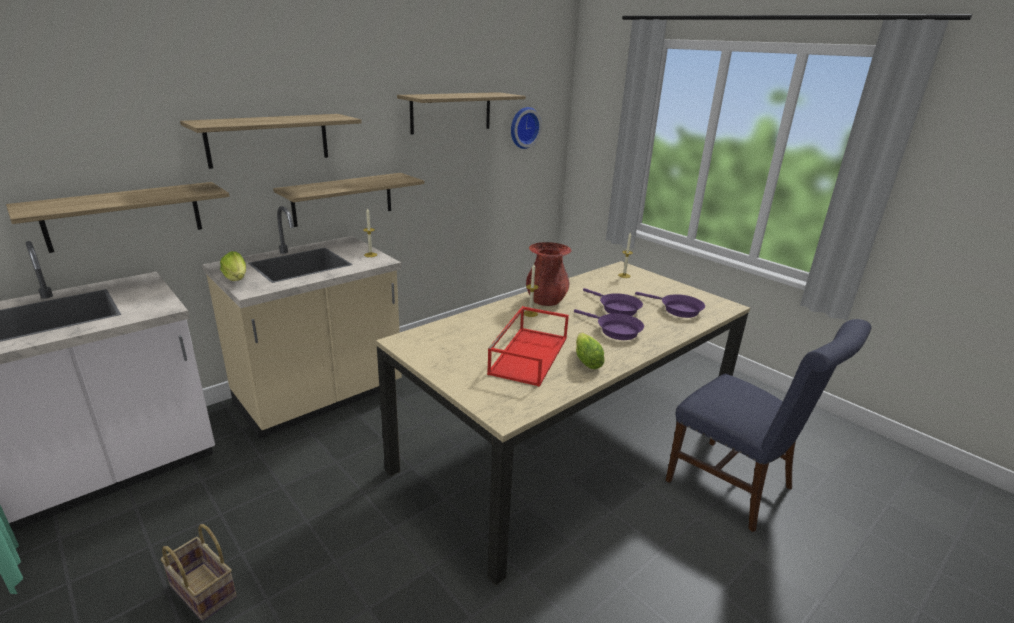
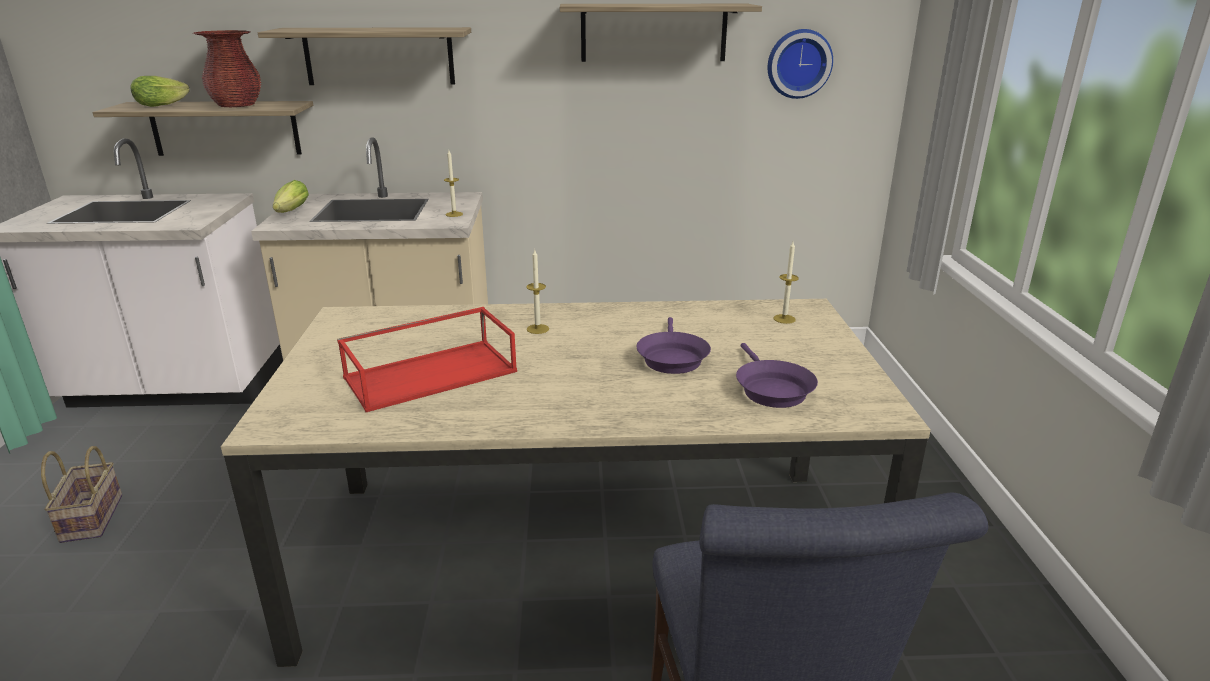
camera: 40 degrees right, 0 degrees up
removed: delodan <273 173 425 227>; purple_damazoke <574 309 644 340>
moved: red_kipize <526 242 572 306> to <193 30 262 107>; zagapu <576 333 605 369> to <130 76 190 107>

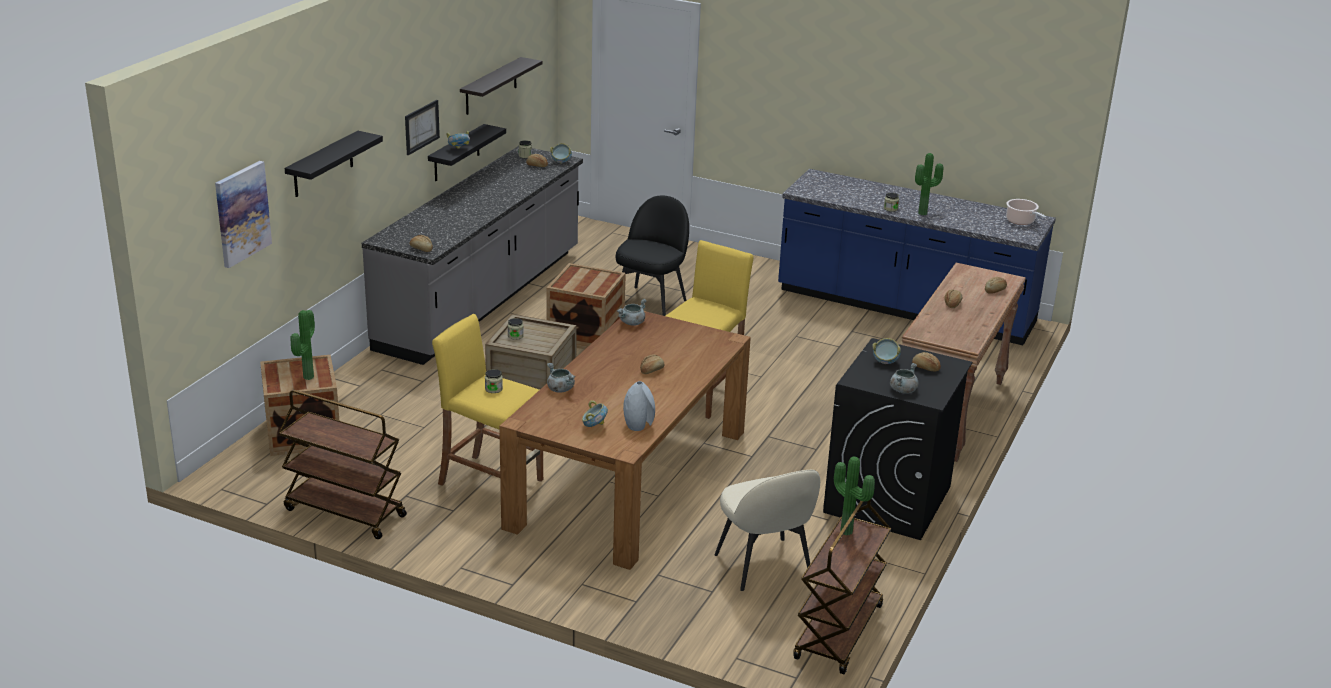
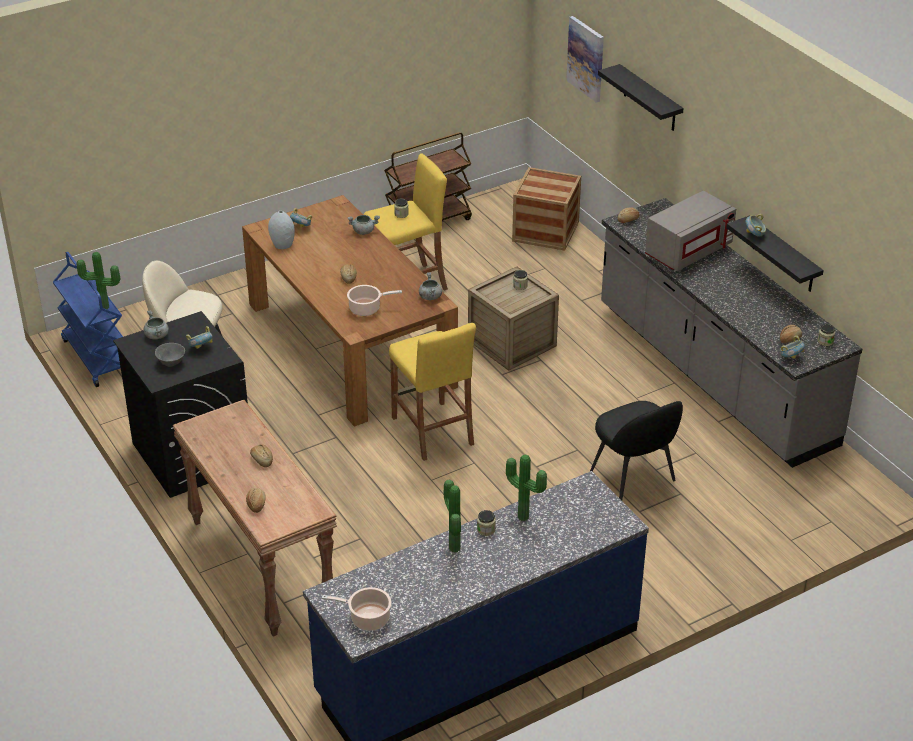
camera: 125 degrees right, 10 degrees up
removed: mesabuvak <405 100 440 155>; delodan <460 57 543 115>; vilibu <547 263 626 349>
added: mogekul <347 285 402 316>; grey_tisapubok <645 191 736 271>
moved: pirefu <290 310 315 380> to <506 455 547 521>
replaced: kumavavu <912 352 941 371> to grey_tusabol <155 343 185 367>
recoloured: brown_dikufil <793 500 891 674> to blue_dikufil <53 252 123 387>

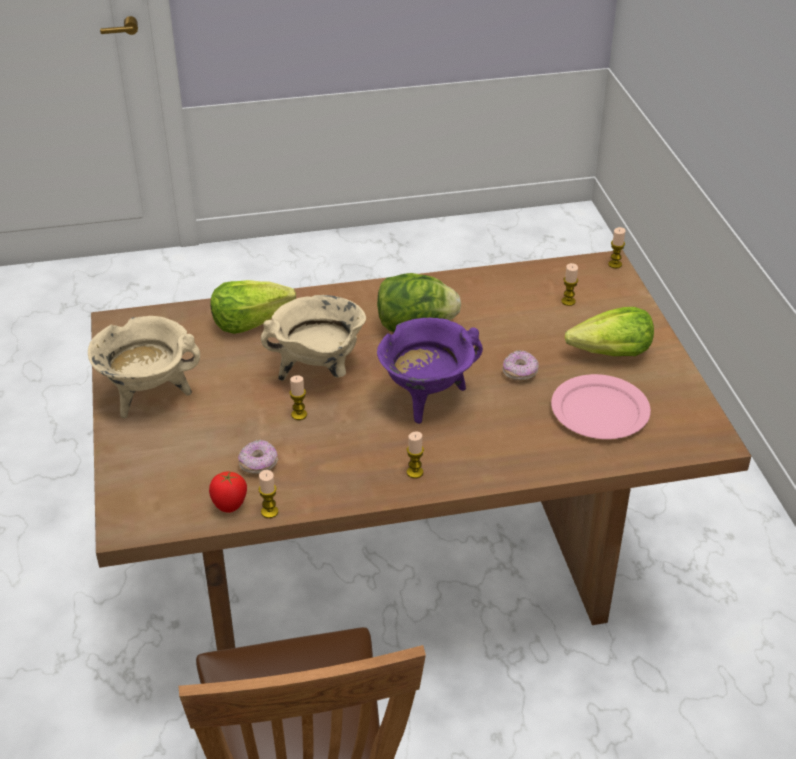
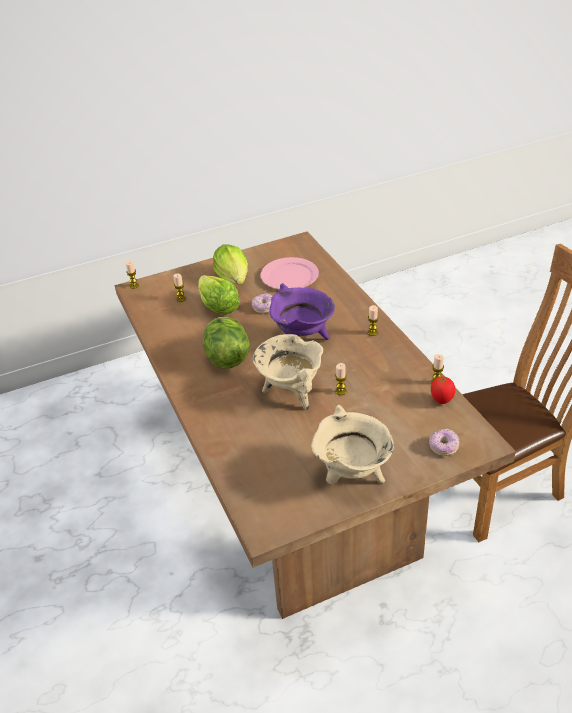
camera: 100 degrees left, 0 degrees up
moved: zagapu <210 280 296 334> to <198 275 240 315>; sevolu <238 440 278 474> to <429 429 459 456>

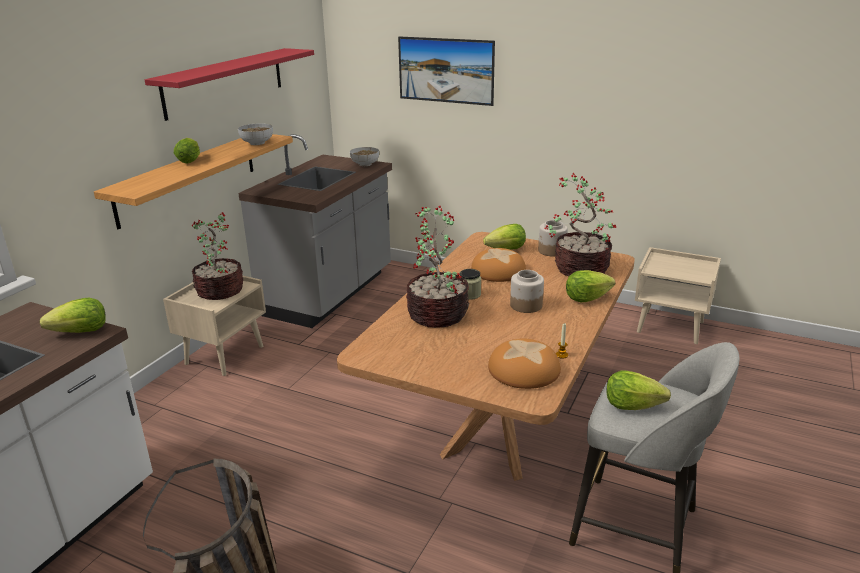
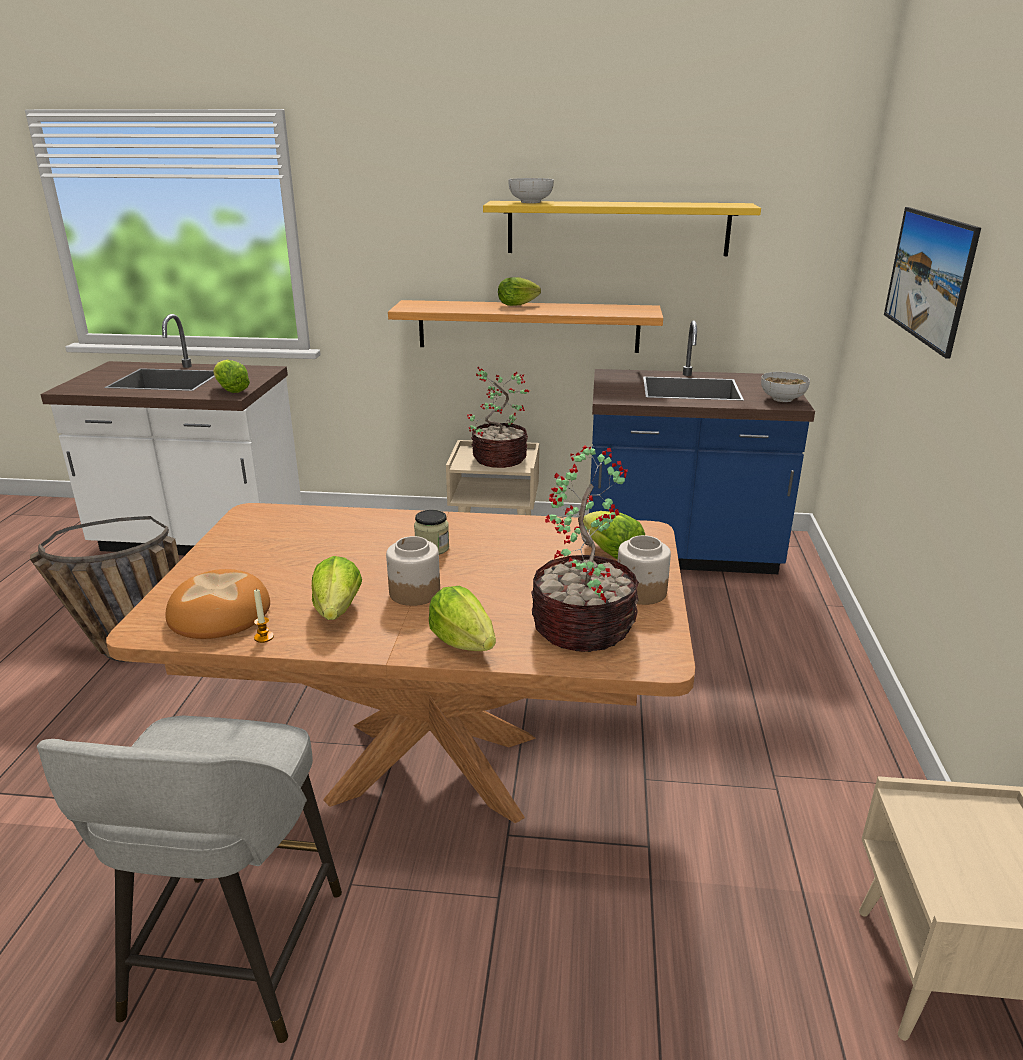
camera: 70 degrees right, 0 degrees up
removed: pirefu <406 206 469 328>; kumavavu <471 248 526 282>
moved: tusabol <238 123 273 145> to <508 178 554 203>; zagapu <606 370 671 410> to <312 556 362 620>
recoloured: red_delodan <145 48 314 121> to yellow_delodan <483 201 761 256>; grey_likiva <238 134 392 328> to blue_likiva <589 321 815 574>

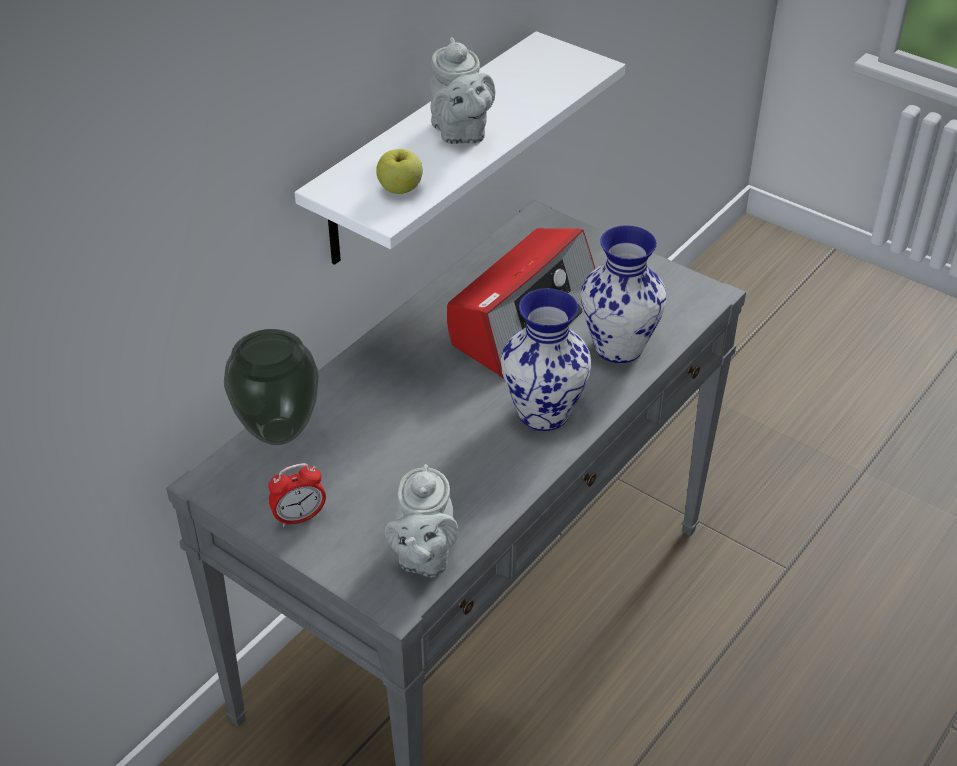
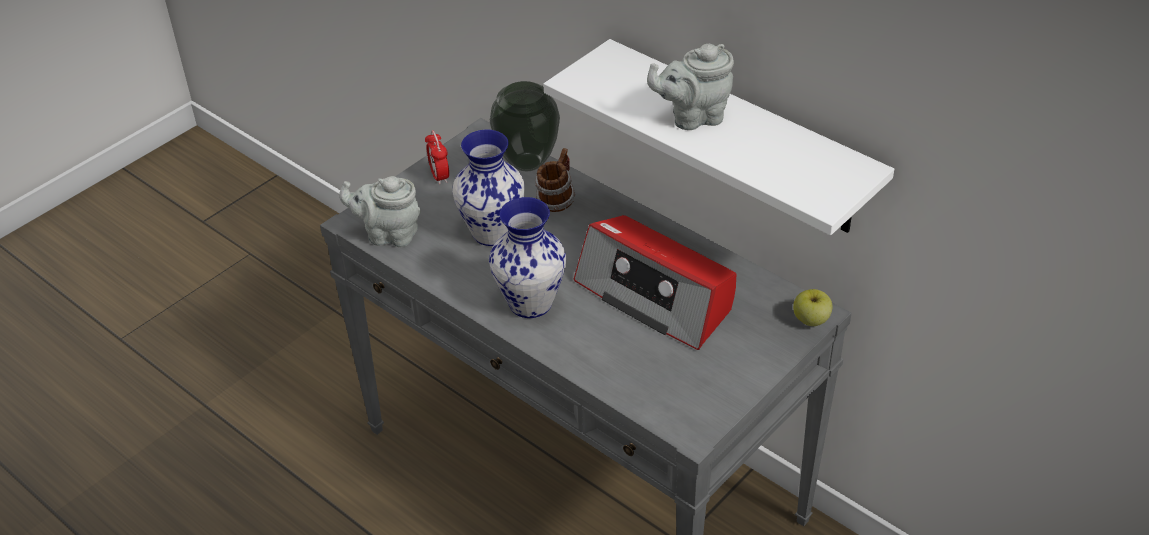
camera: 95 degrees right, 0 degrees up
added: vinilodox <535 148 576 212>
moved: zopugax <376 149 423 194> to <793 289 833 326>; kipize <581 225 667 363> to <452 130 525 246>

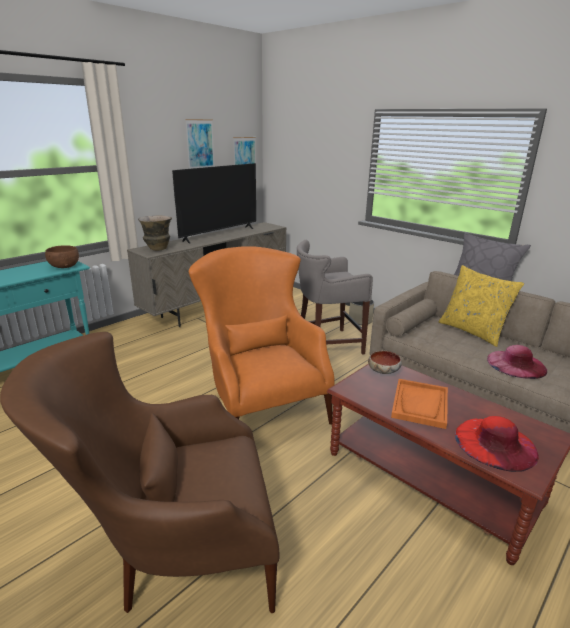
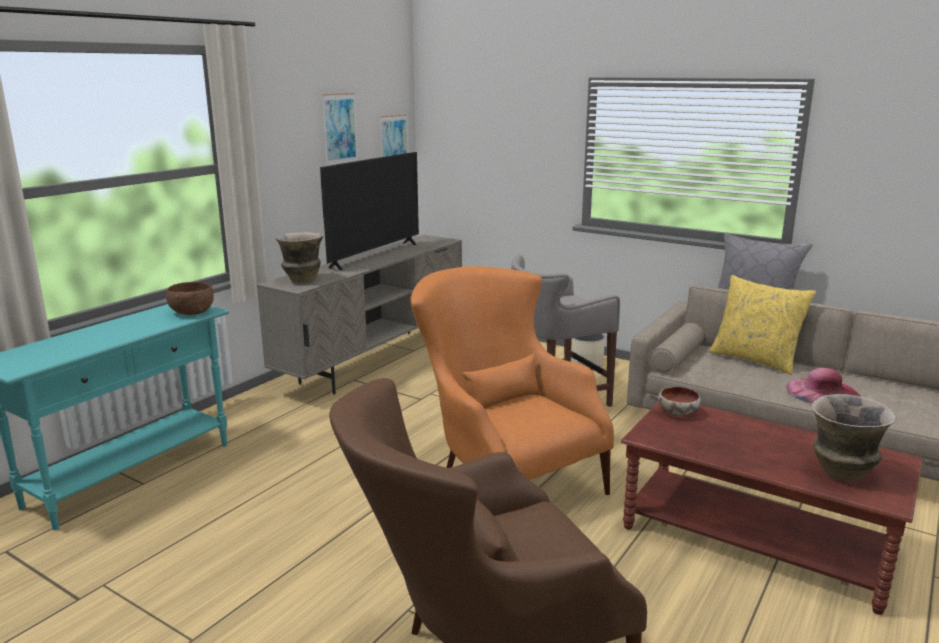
camera: 10 degrees left, 5 degrees down
removed: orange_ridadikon <391 379 448 429>
replaced: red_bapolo <455 416 539 472> to kipize <812 394 896 481>

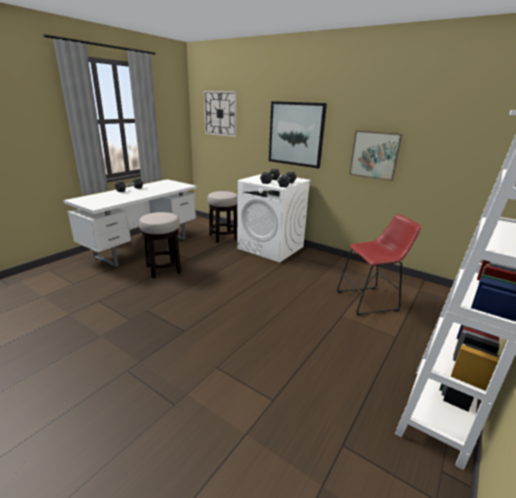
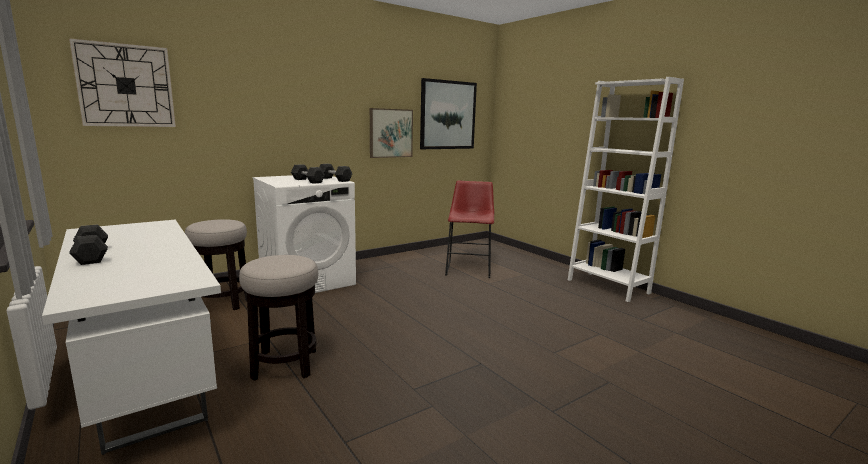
camera: 70 degrees left, 10 degrees down
moved: mesabuvak <269 101 327 168> to <420 78 477 149>

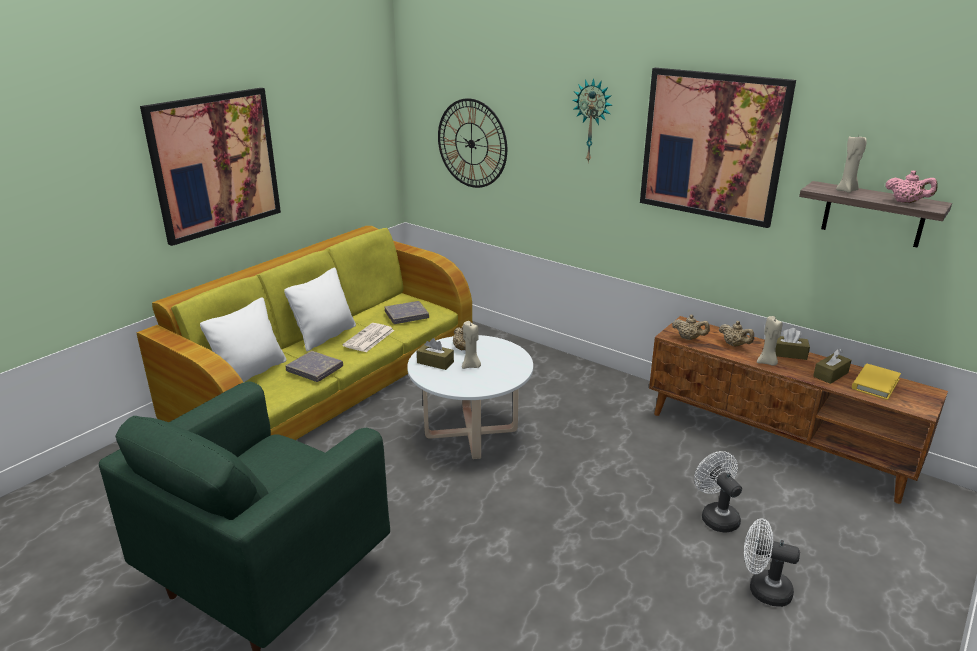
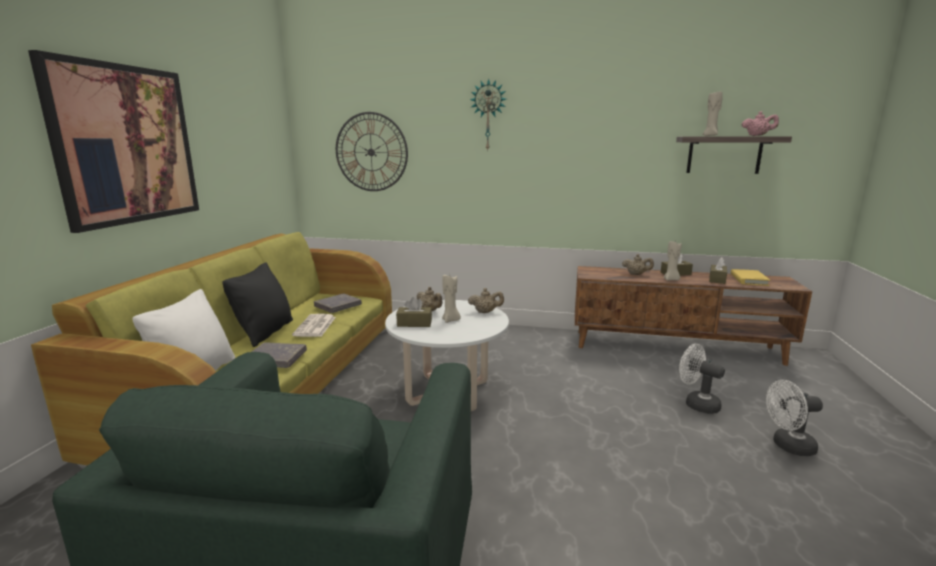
camera: 25 degrees left, 10 degrees down
removed: mesabuvak <640 68 796 228>
moved: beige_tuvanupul <672 315 710 340> to <468 288 504 313>
recoloured: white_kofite <284 268 356 352> to black_kofite <223 262 293 347>

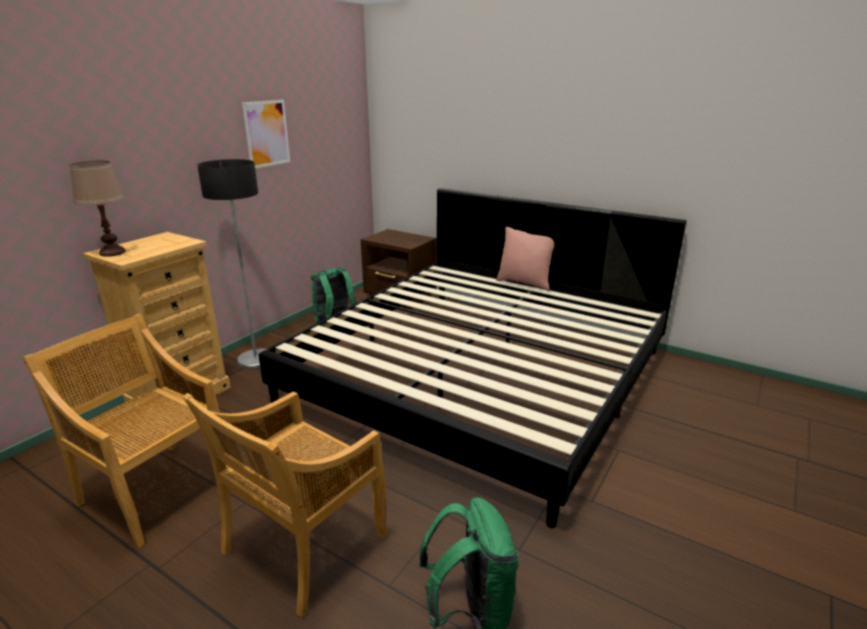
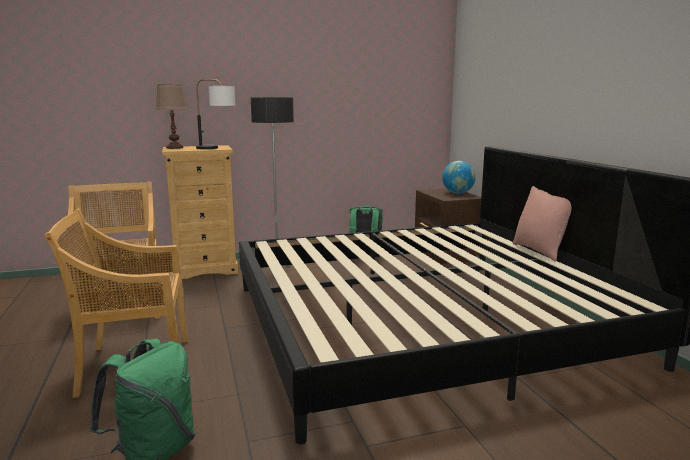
camera: 40 degrees right, 10 degrees down
removed: mesabuvak <242 100 290 168>
added: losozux <196 79 236 149>; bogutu <442 161 476 194>

